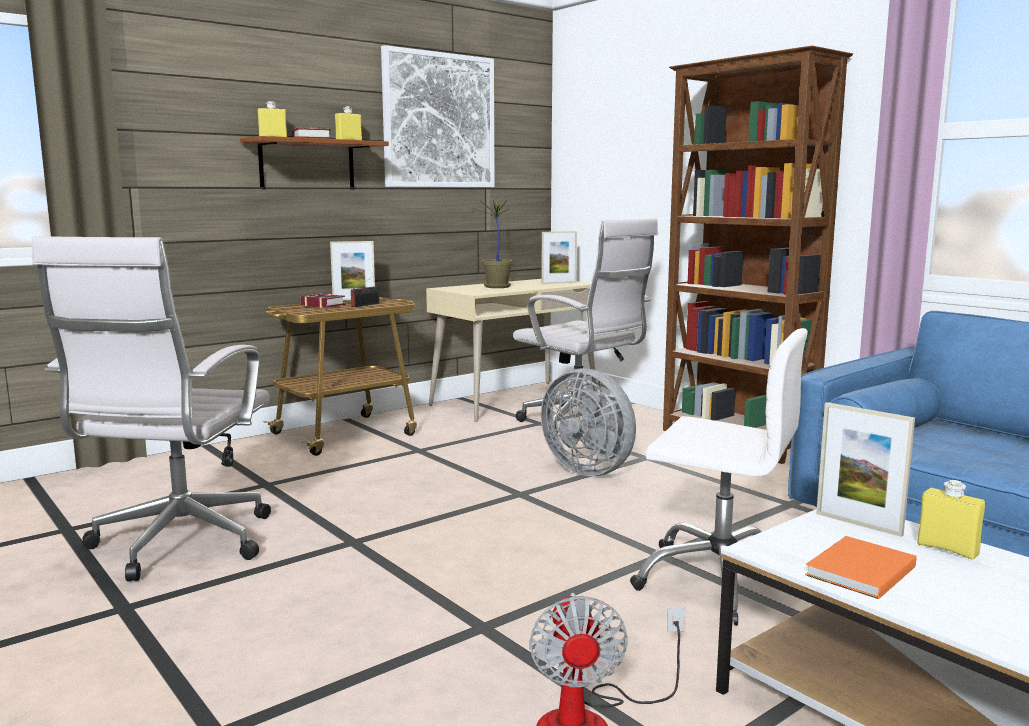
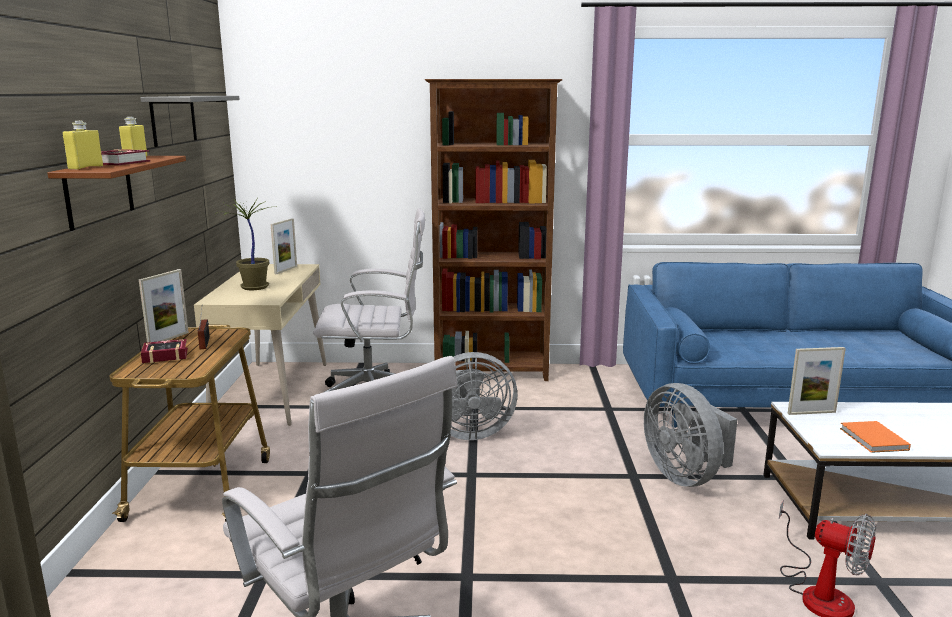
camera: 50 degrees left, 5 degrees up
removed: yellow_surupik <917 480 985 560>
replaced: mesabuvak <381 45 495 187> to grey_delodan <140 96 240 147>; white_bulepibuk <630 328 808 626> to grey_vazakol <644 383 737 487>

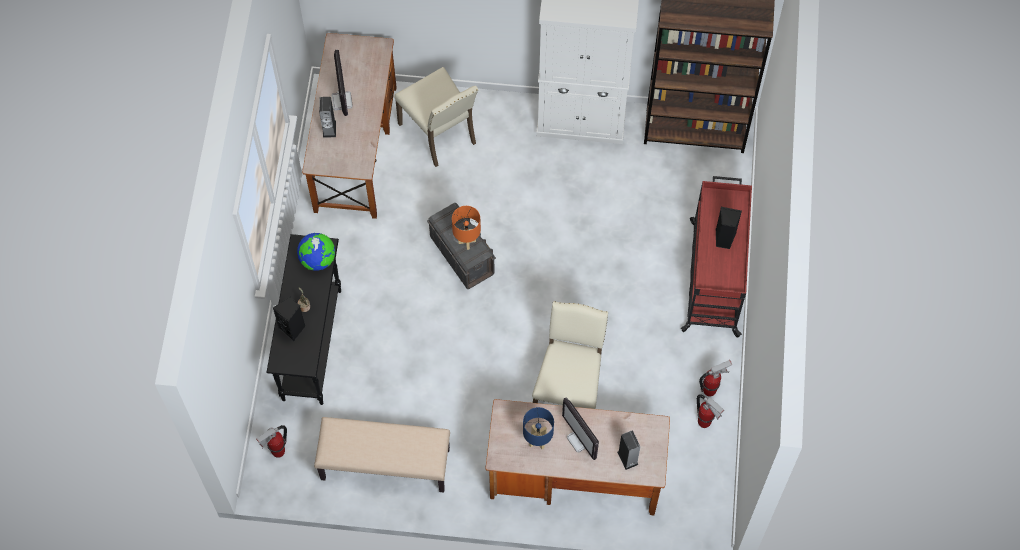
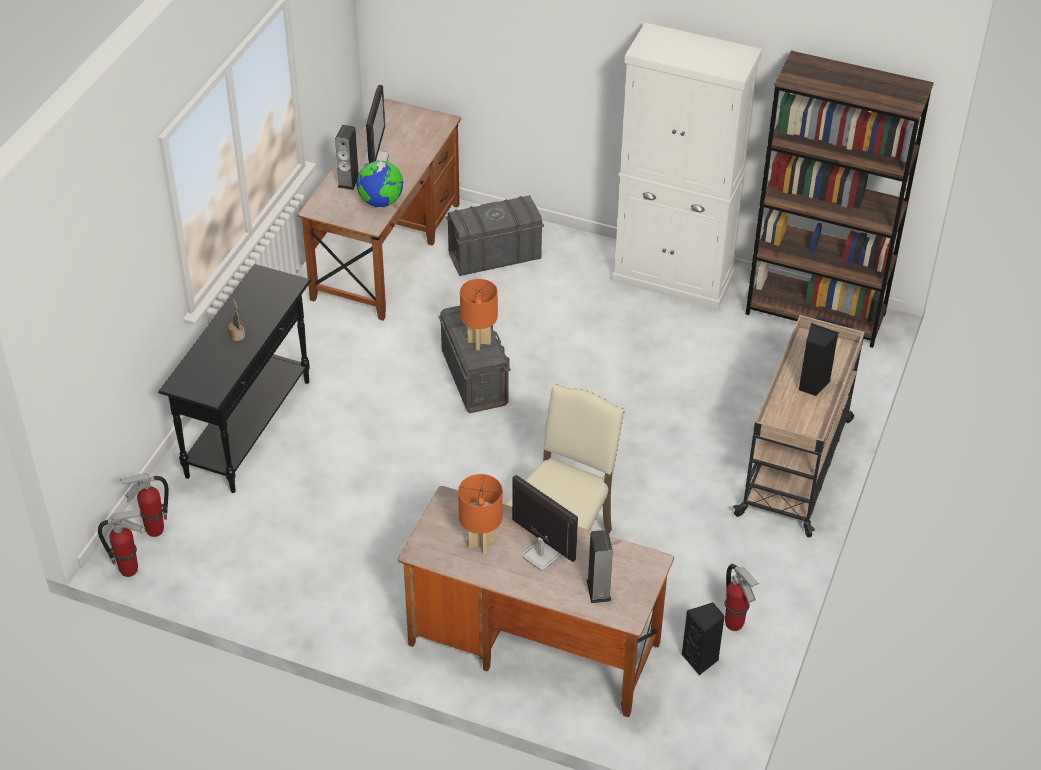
camera: 15 degrees right, 20 degrees down
removed: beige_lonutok <314 417 450 492>
moved: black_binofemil <273 297 306 342> to <681 602 725 675>; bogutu <297 233 335 271> to <357 161 403 207>; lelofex <699 360 732 397> to <98 509 143 577>
replaced: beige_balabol <394 67 478 167> to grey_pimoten <446 195 544 276>
recoloured: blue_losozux <523 407 554 449> to orange_losozux <458 474 503 554>; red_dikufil <681 176 752 338> to beige_dikufil <733 315 865 538>
turned: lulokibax <562 397 599 460> = <512 475 578 571> 150 degrees clockwise

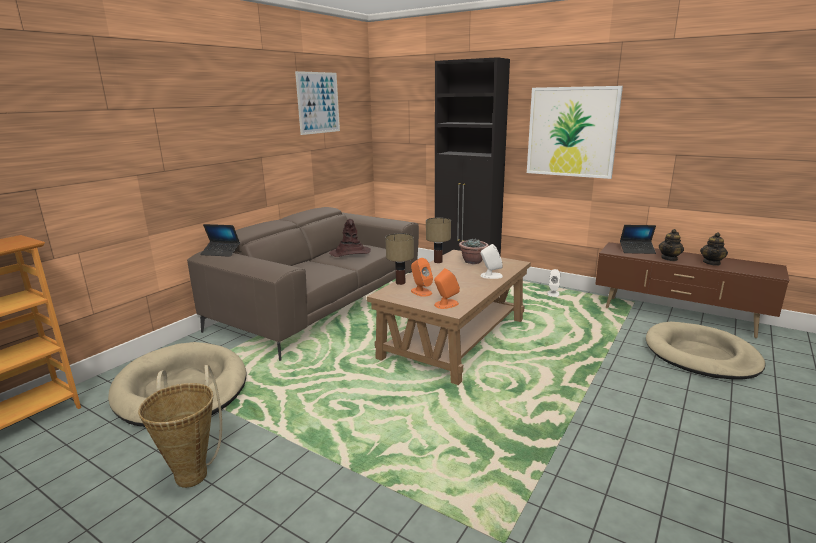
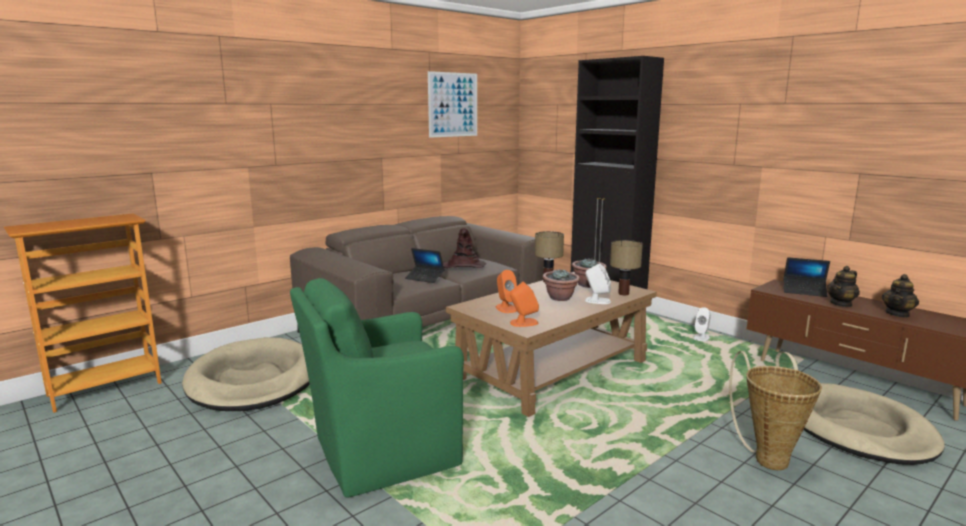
camera: 15 degrees right, 5 degrees down
removed: mesabuvak <527 86 623 179>
added: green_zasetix <290 278 464 498>; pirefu <543 269 580 301>
moved: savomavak <138 365 222 488> to <729 351 822 470>; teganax <200 224 240 257> to <405 248 445 283>; losozux <385 233 414 285> to <610 240 643 295>

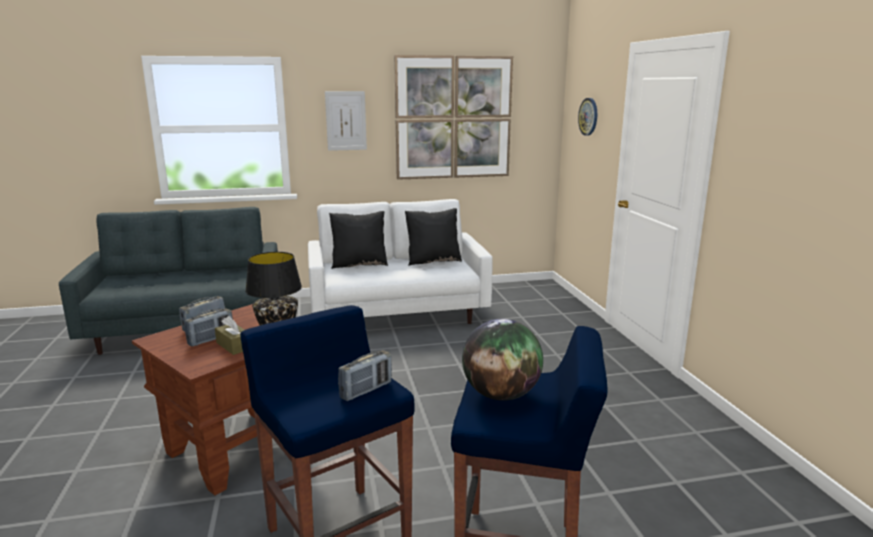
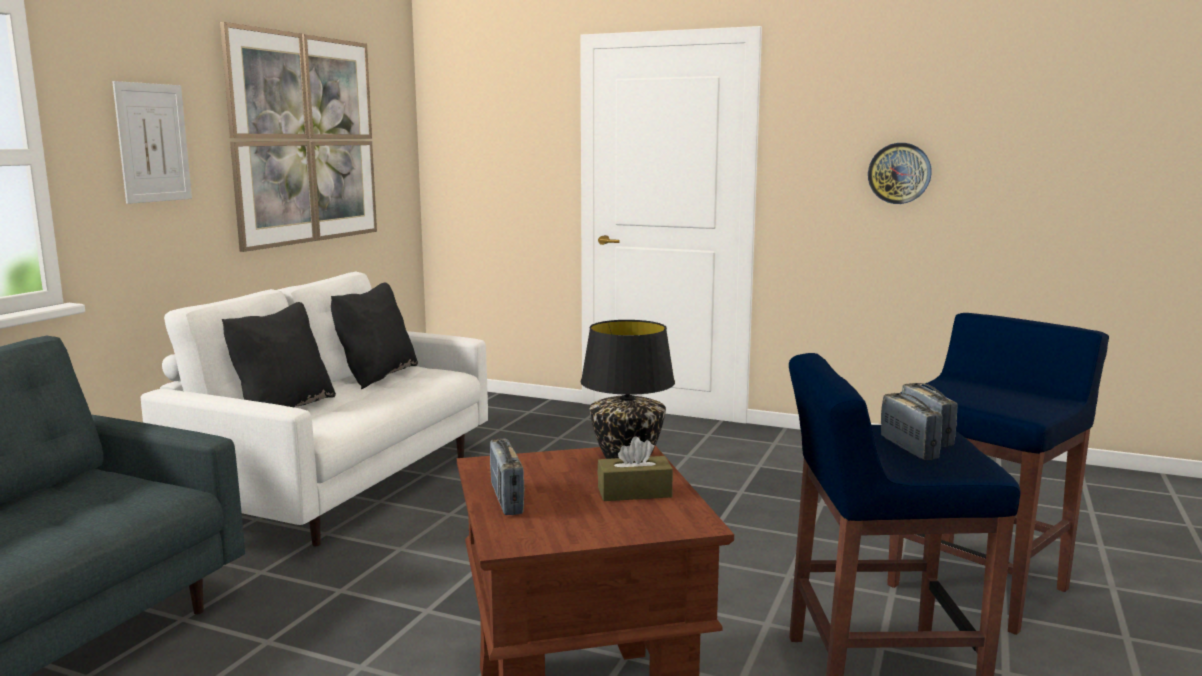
camera: 55 degrees left, 5 degrees down
removed: bogutu <462 319 543 401>
moved: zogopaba <185 309 233 347> to <881 393 943 460>; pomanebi <578 98 597 136> to <868 143 932 204>

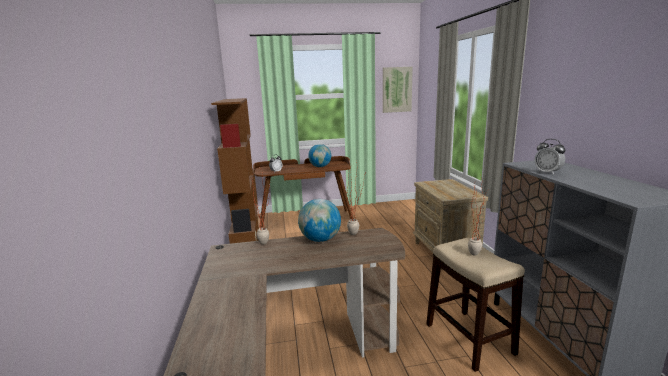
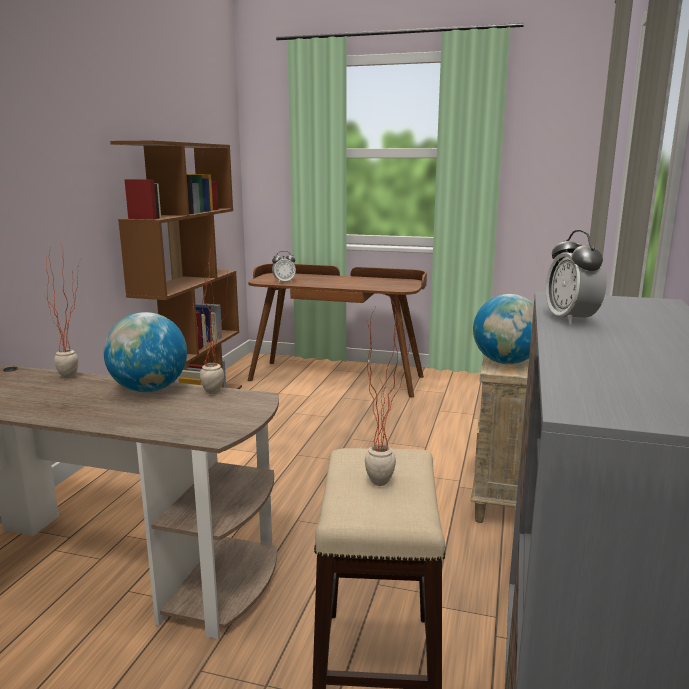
camera: 25 degrees right, 0 degrees up
removed: mesabuvak <383 67 413 113>
moved: bogutu <308 144 331 167> to <473 294 534 364>

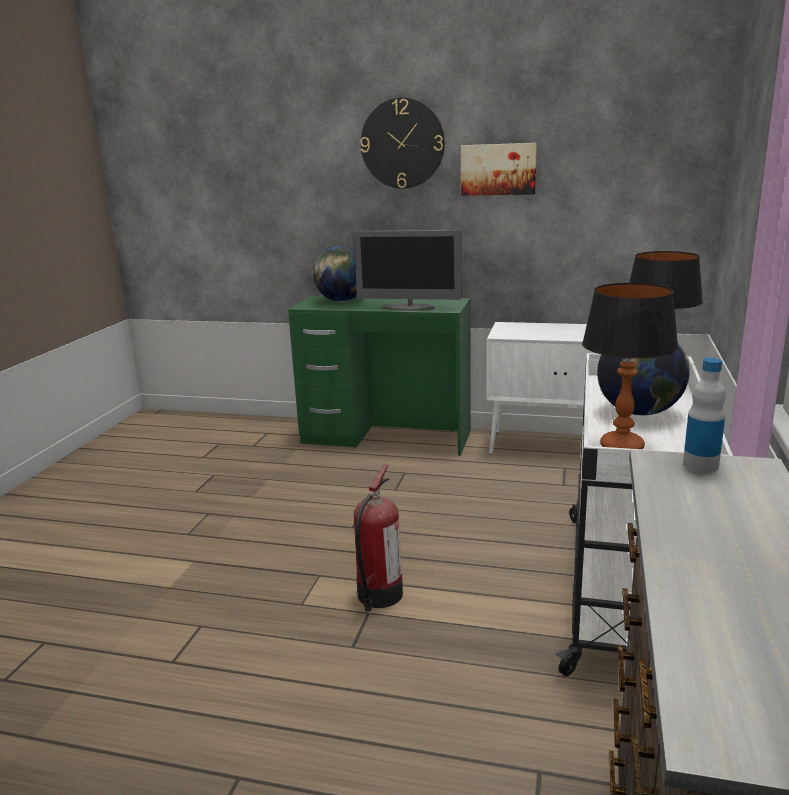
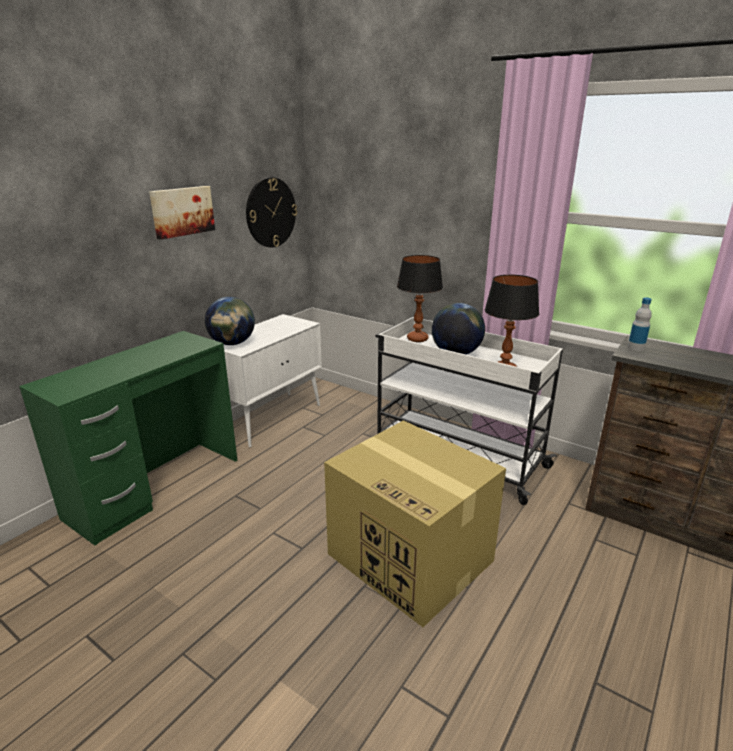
camera: 70 degrees left, 5 degrees up
removed: lulokibax <353 230 462 311>
moved: bogutu <313 246 357 302> to <205 297 255 345>; pomanebi <360 98 445 189> to <246 177 297 248>
replaced: lelofex <354 464 403 612> to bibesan <324 420 506 627>

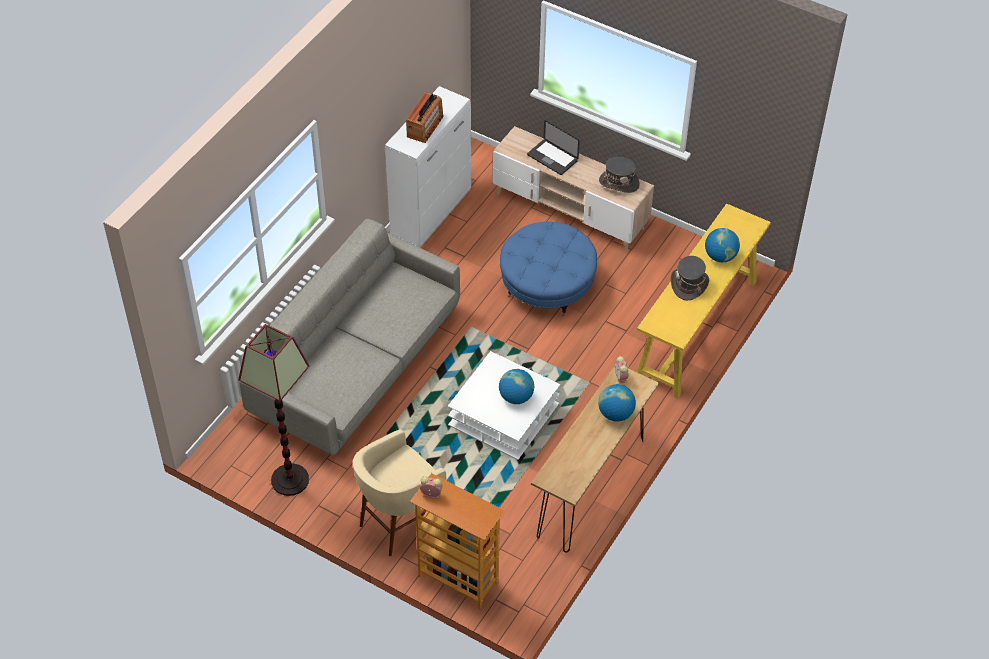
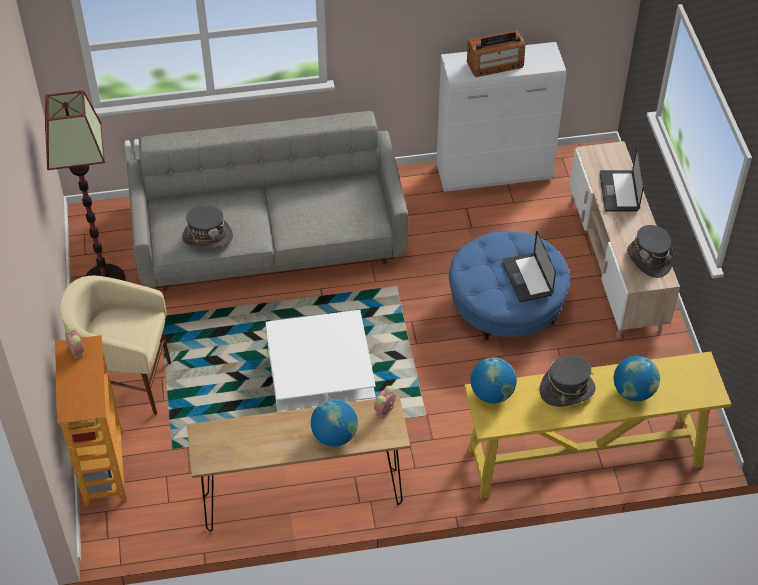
camera: 50 degrees right, 0 degrees up
added: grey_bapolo <182 205 233 247>; teganax <502 230 556 302>
moved: bogutu <499 369 534 404> to <470 358 517 403>

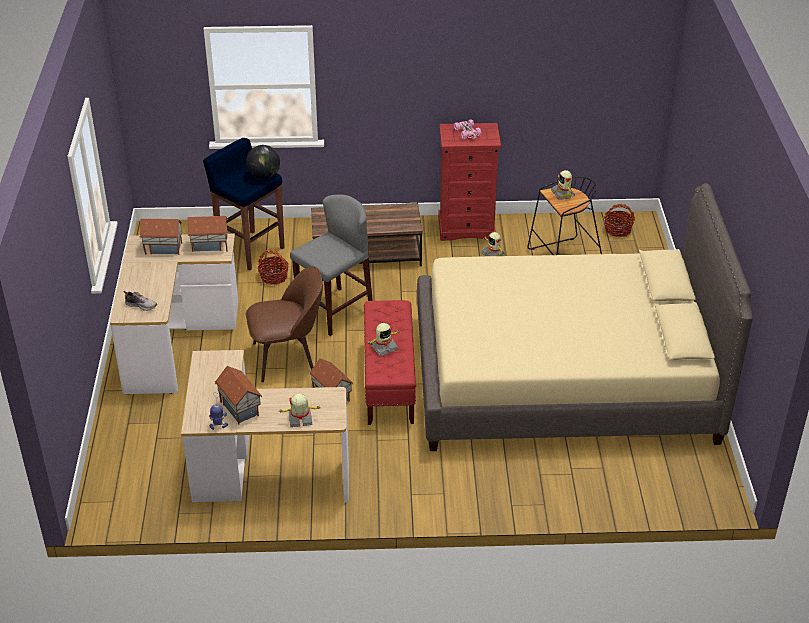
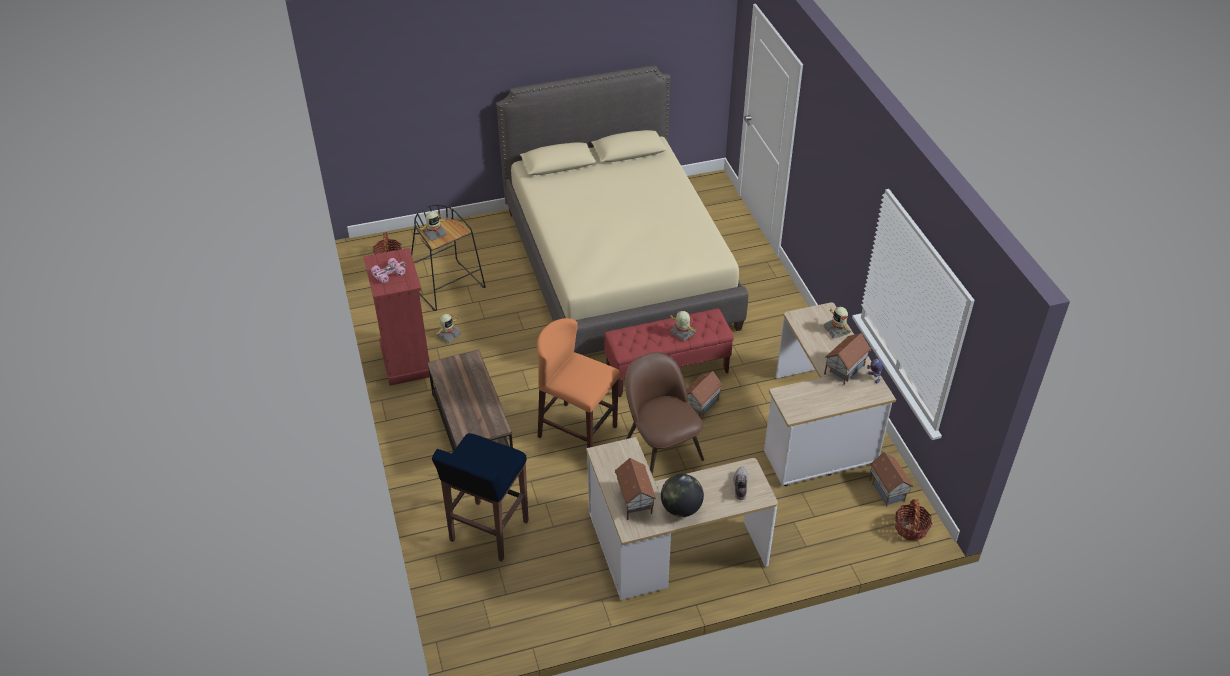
camera: 105 degrees left, 5 degrees up
moved: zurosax <187 216 228 252> to <870 452 913 507>; bogutu <246 145 280 179> to <661 474 704 517>; savomavak <258 250 289 285> to <895 499 932 541>
recoloured: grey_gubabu <290 194 373 336> to orange_gubabu <537 318 620 448>

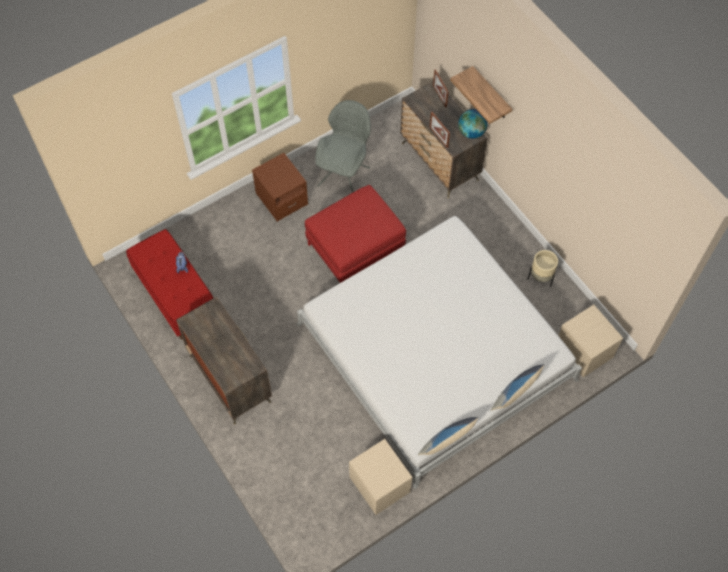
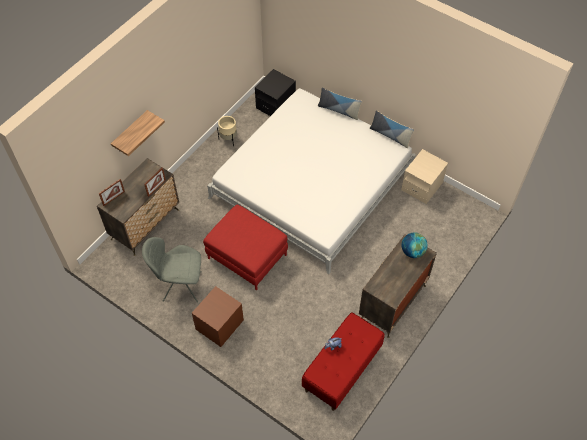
camera: 110 degrees left, 5 degrees down
moved: bogutu <458 109 488 139> to <402 232 428 258>
recoloured: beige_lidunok <558 305 623 377> to black_lidunok <255 69 296 116>

